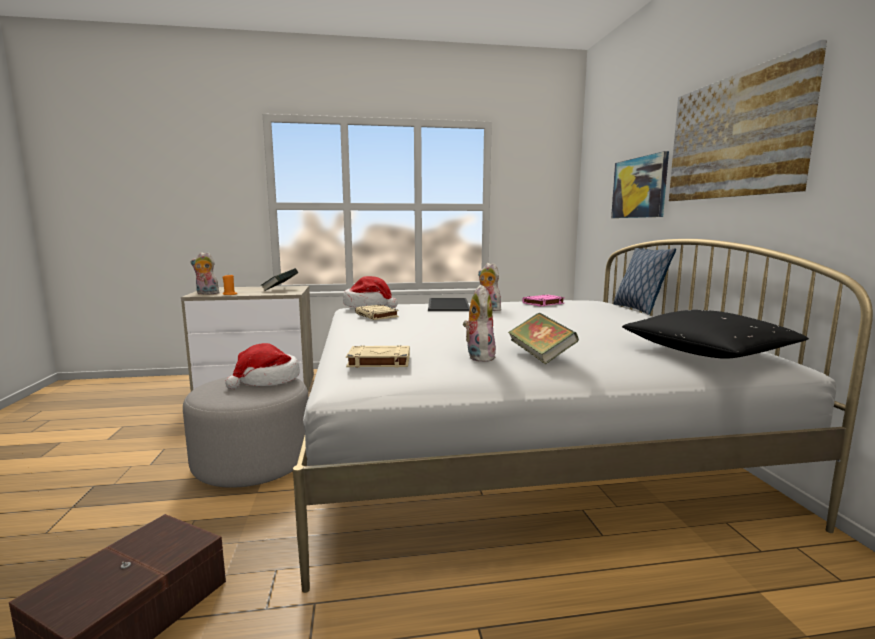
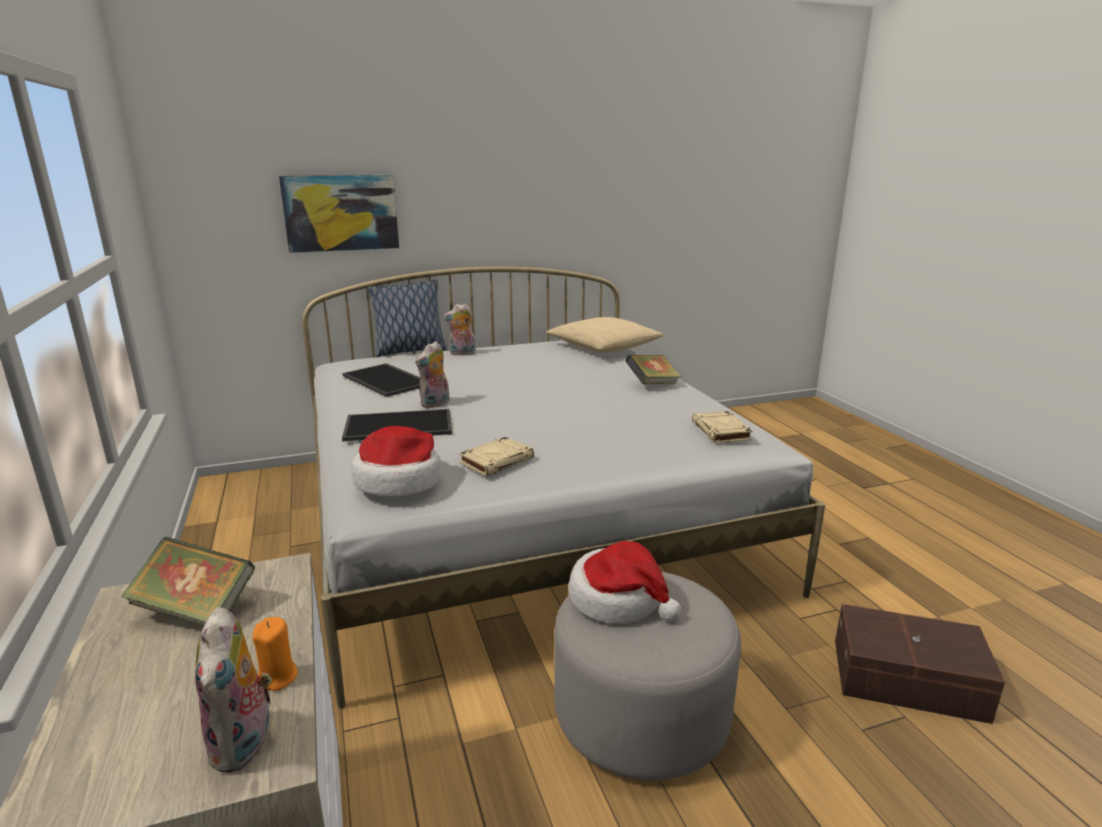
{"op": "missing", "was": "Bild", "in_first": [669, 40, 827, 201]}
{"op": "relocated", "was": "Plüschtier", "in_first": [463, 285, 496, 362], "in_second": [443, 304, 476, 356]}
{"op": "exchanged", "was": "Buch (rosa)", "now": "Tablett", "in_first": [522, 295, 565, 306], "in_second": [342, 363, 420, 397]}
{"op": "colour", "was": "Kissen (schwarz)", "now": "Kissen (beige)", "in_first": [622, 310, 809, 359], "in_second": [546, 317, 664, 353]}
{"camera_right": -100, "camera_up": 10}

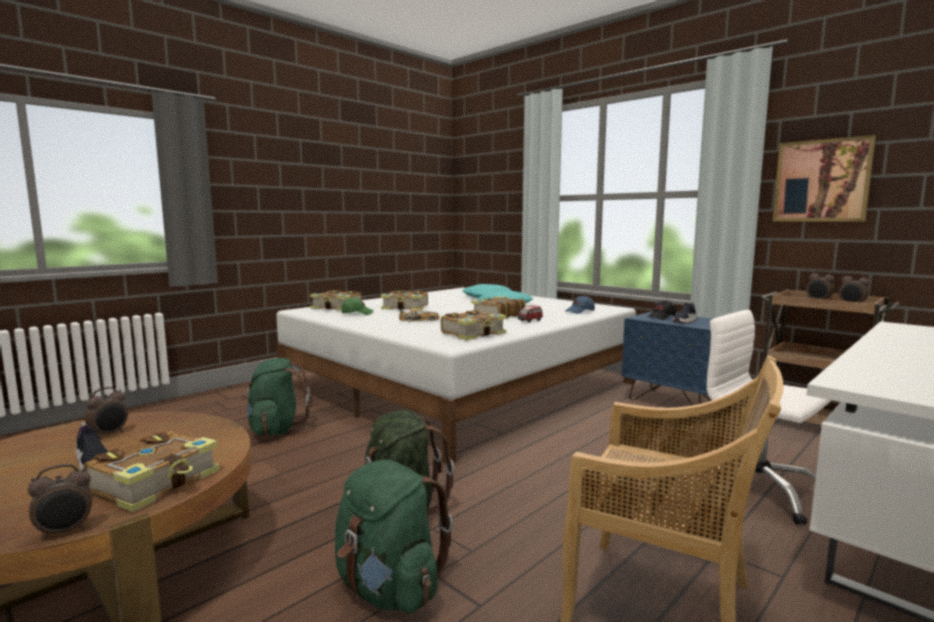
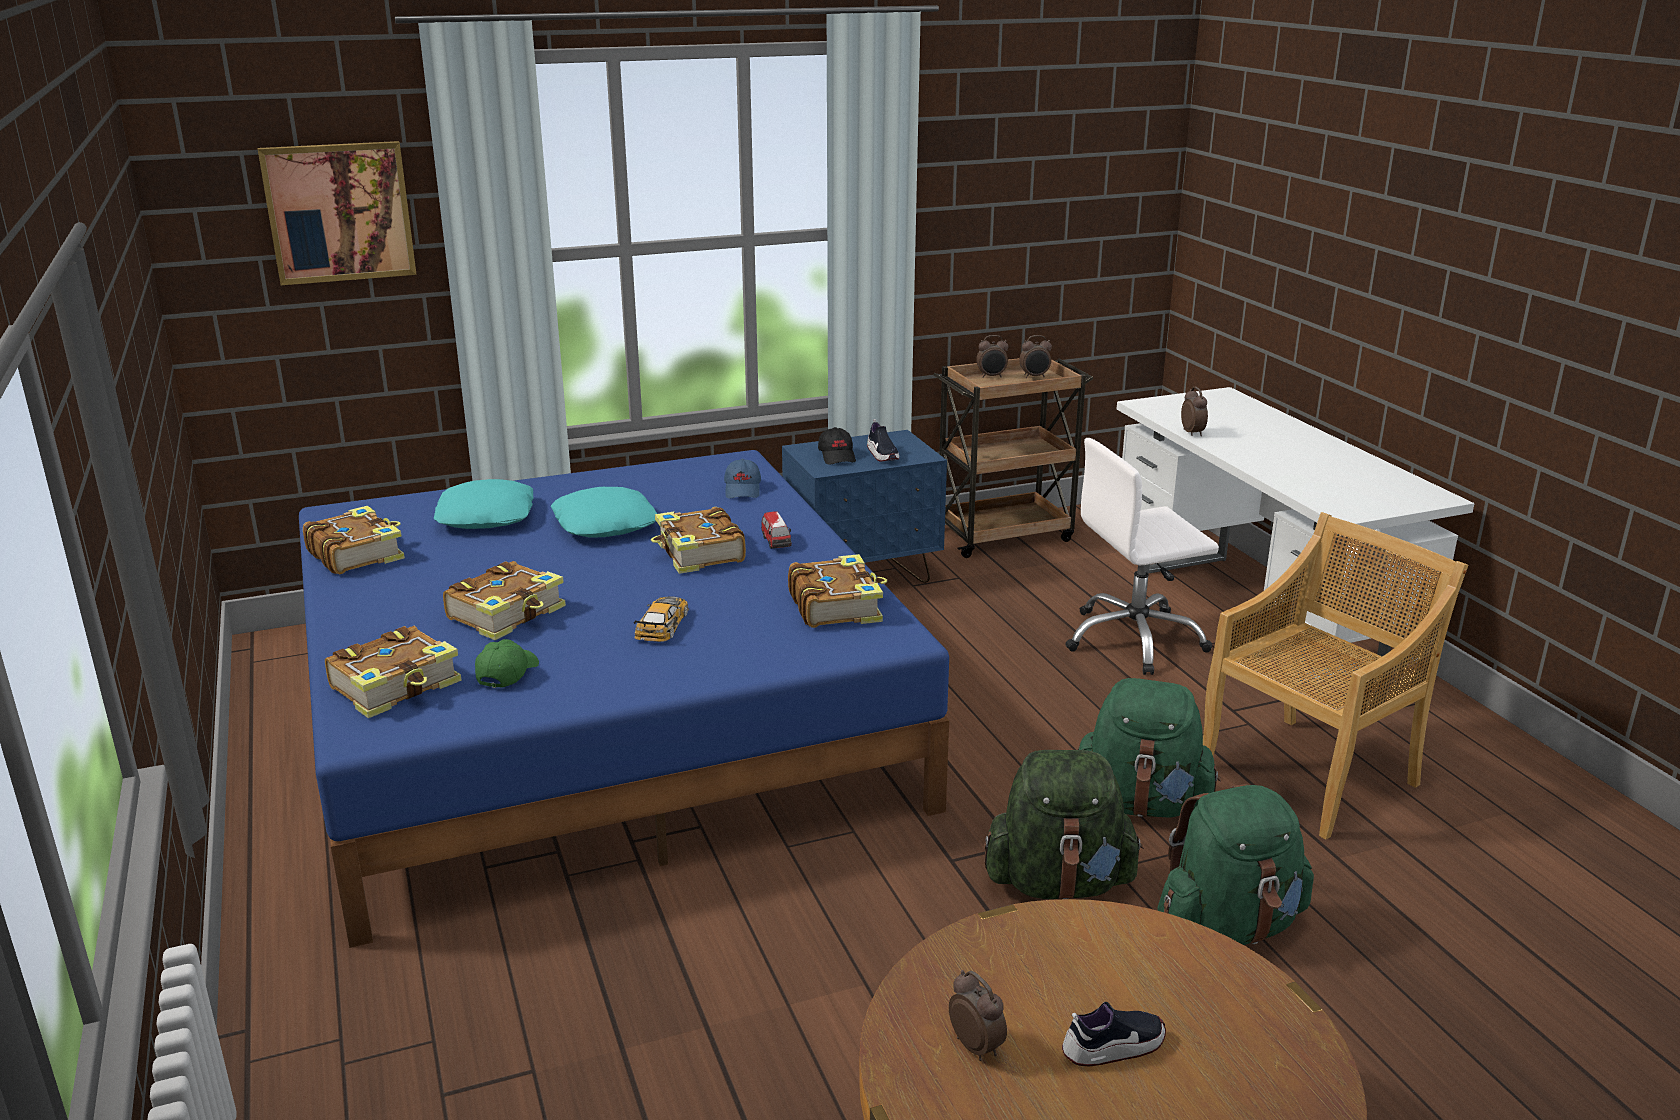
{"op": "relocated", "was": "Wecker", "in_first": [28, 464, 92, 540], "in_second": [1181, 387, 1208, 436]}
{"op": "relocated", "was": "Buch", "in_first": [83, 431, 220, 512], "in_second": [303, 506, 405, 574]}
{"op": "relocated", "was": "Rucksack (grün)", "in_first": [241, 358, 313, 435], "in_second": [1078, 678, 1221, 818]}
{"op": "relocated", "was": "Bild", "in_first": [773, 135, 876, 222], "in_second": [258, 141, 417, 285]}
{"op": "colour", "was": "Bett (weiß)", "now": "Bett (blau)", "in_first": [276, 288, 636, 464], "in_second": [299, 450, 949, 948]}
{"camera_right": -65, "camera_up": 15}

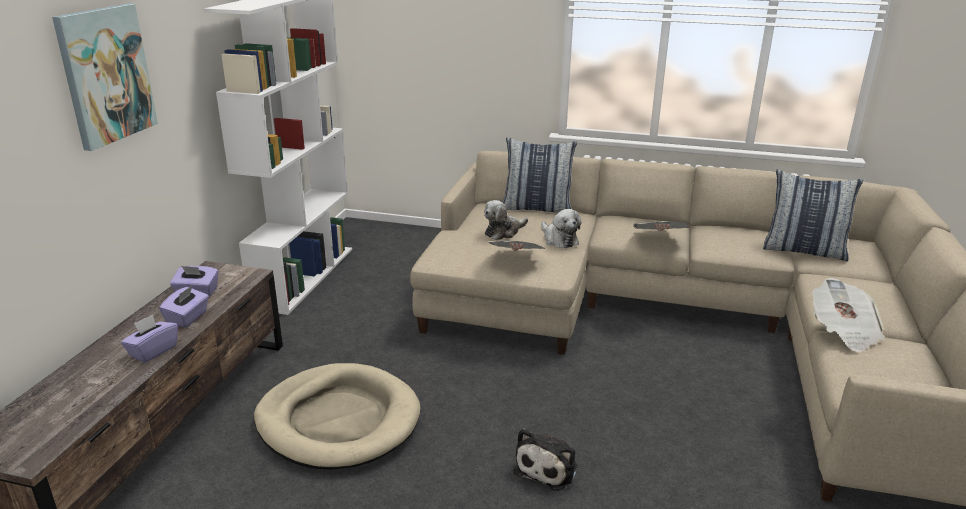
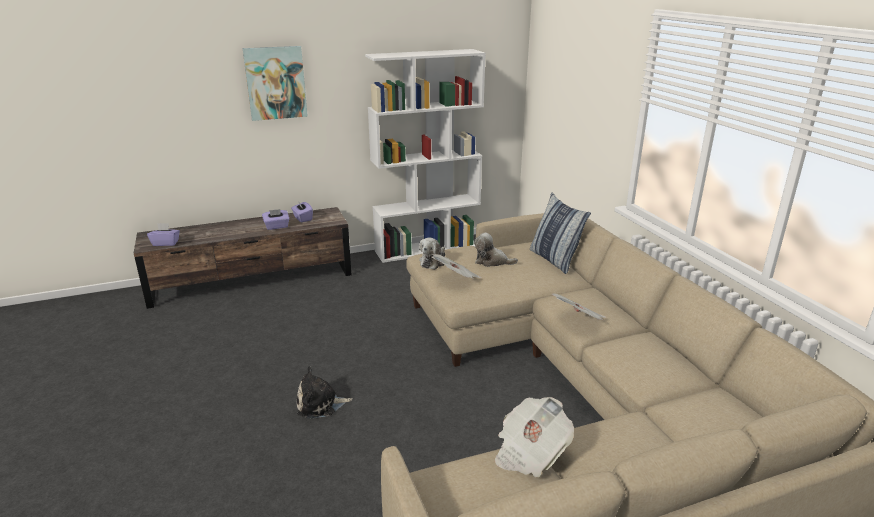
{"op": "missing", "was": "Hundebett (beige)", "in_first": [254, 363, 420, 470]}
{"op": "missing", "was": "Kissen", "in_first": [763, 169, 863, 261]}
{"op": "relocated", "was": "Taschentuchbox (lila)", "in_first": [121, 314, 178, 363], "in_second": [147, 223, 180, 246]}
{"op": "relocated", "was": "Plüschtier", "in_first": [541, 209, 581, 248], "in_second": [419, 238, 445, 270]}
{"camera_right": 55, "camera_up": 0}

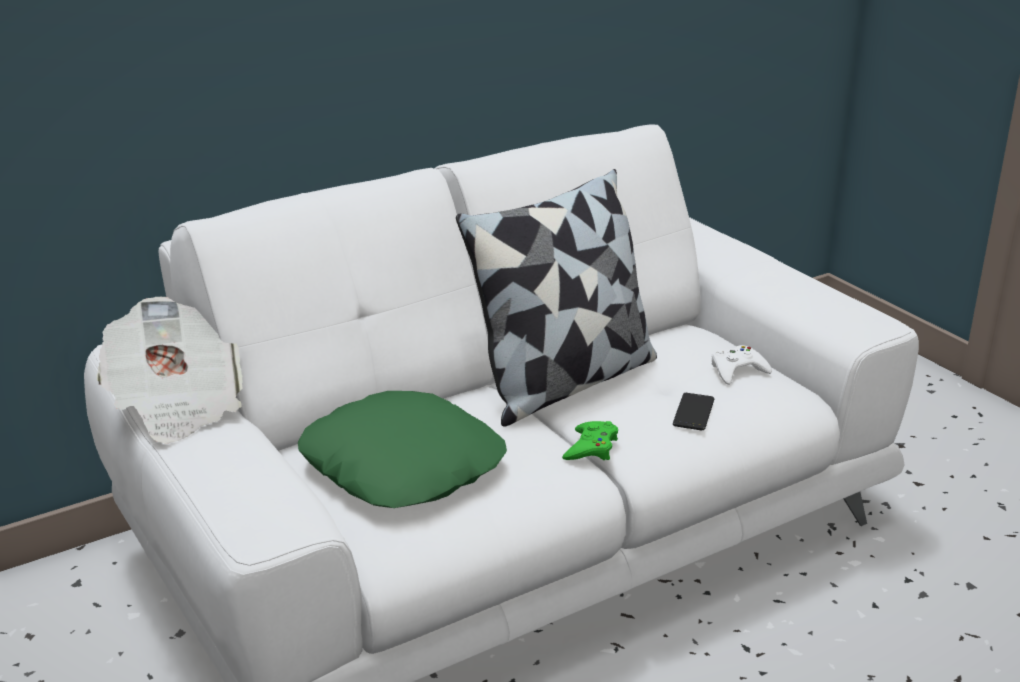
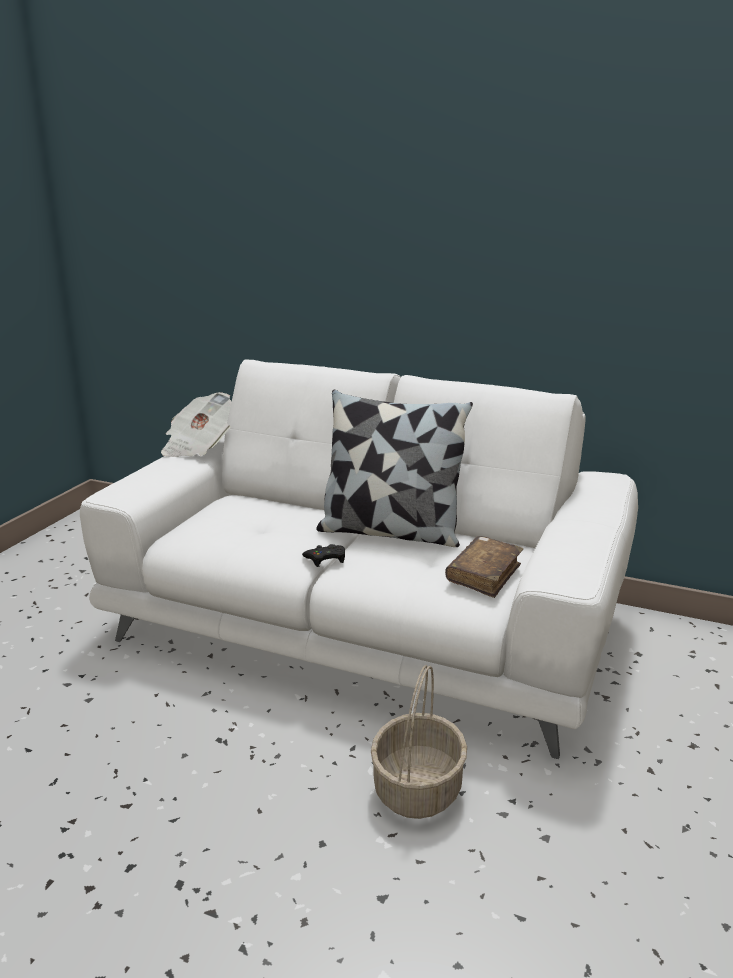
{"op": "missing", "was": "Kissen (grün)", "in_first": [298, 391, 507, 508]}
{"op": "missing", "was": "Handy", "in_first": [673, 393, 714, 431]}
{"op": "appeared", "now": "Korb", "in_second": [371, 665, 467, 819]}
{"op": "exchanged", "was": "Gamepad (weiß)", "now": "Buch (braun)", "in_first": [712, 345, 772, 385], "in_second": [445, 536, 523, 598]}
{"op": "colour", "was": "Gamepad (grün)", "now": "Gamepad (schwarz)", "in_first": [562, 421, 618, 460], "in_second": [302, 544, 345, 567]}
{"camera_right": 55, "camera_up": -5}

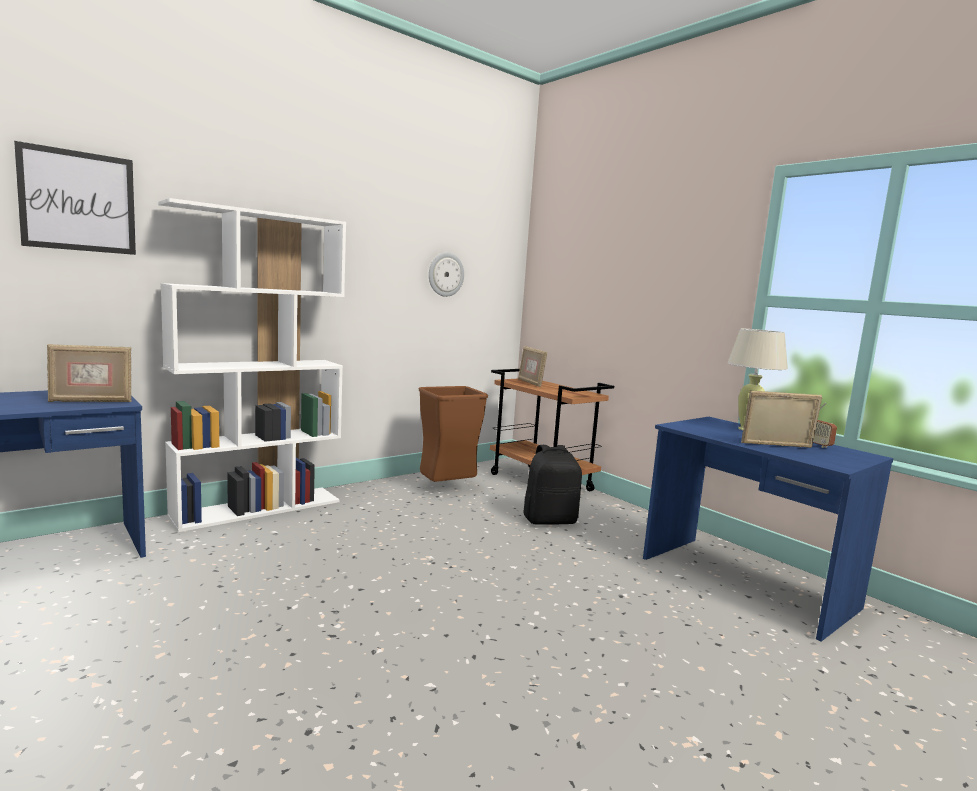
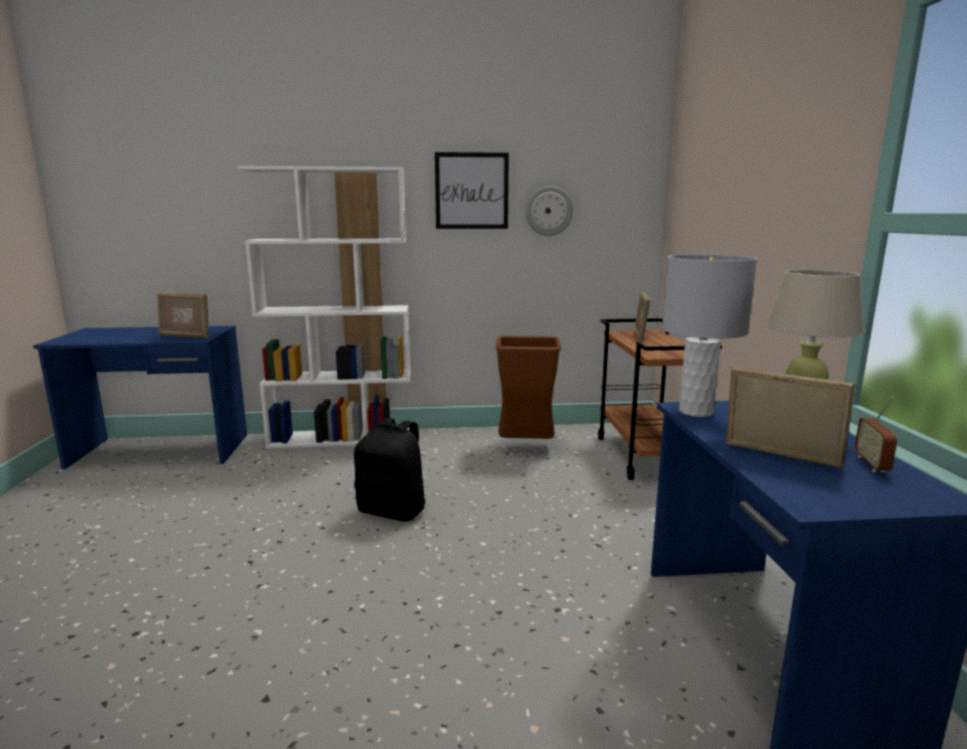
{"op": "appeared", "now": "Tischlampe (grau)", "in_second": [662, 254, 757, 417]}
{"op": "relocated", "was": "Bild", "in_first": [14, 141, 136, 255], "in_second": [435, 152, 509, 229]}
{"op": "relocated", "was": "Rucksack (schwarz)", "in_first": [523, 445, 582, 525], "in_second": [354, 418, 426, 521]}
{"camera_right": 35, "camera_up": 5}

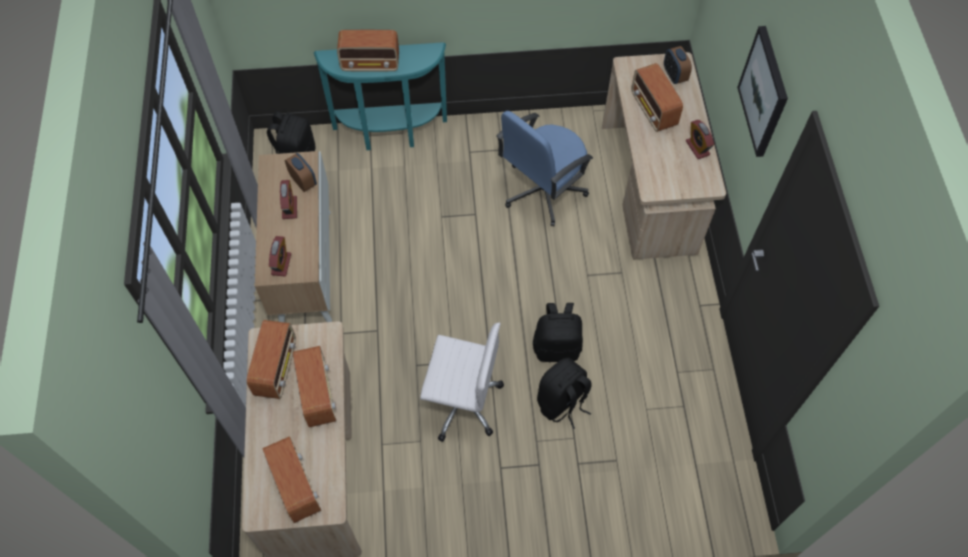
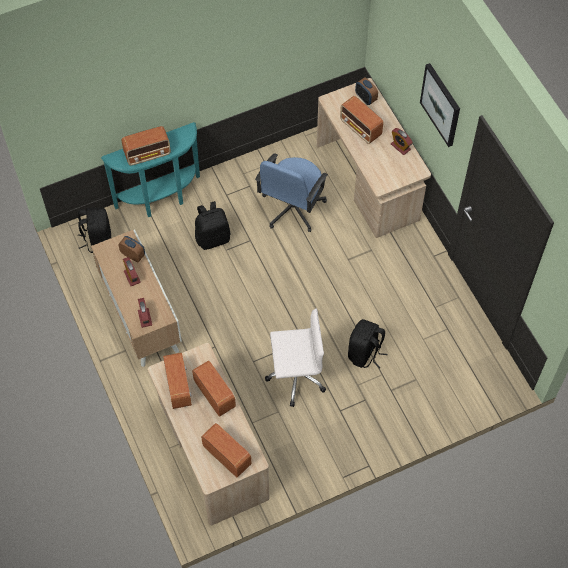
{"op": "relocated", "was": "Rucksack (schwarz)", "in_first": [533, 303, 583, 362], "in_second": [195, 201, 231, 250]}
{"camera_right": -20, "camera_up": 0}

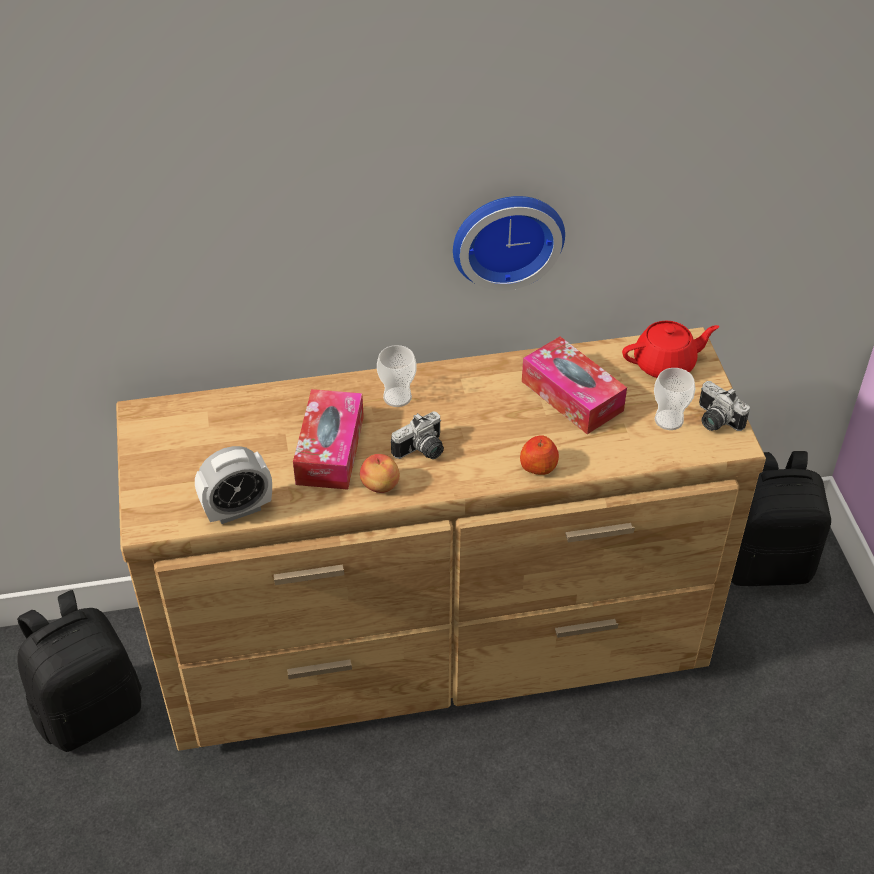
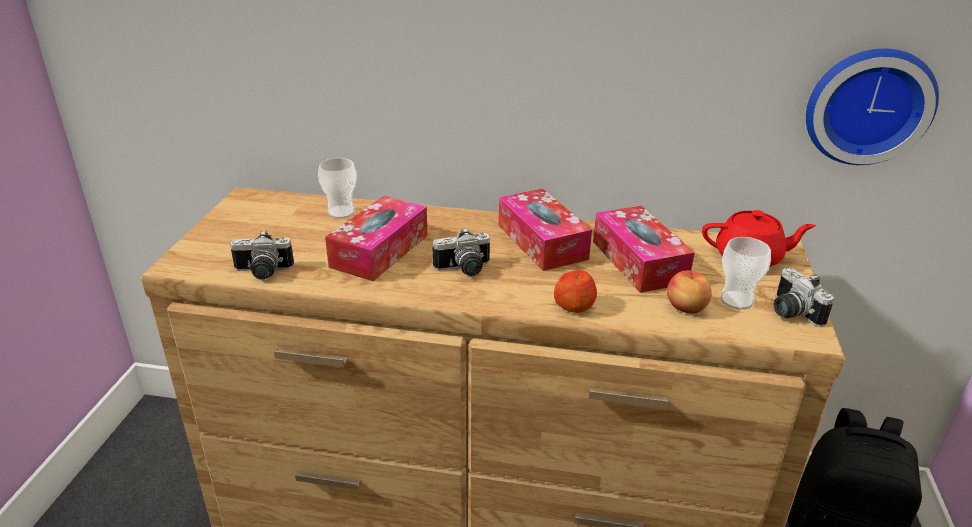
{"op": "missing", "was": "Rucksack (schwarz)", "in_first": [17, 590, 142, 752]}
{"op": "appeared", "now": "Taschentuchbox", "in_second": [498, 189, 592, 271]}
{"op": "relocated", "was": "Apfel", "in_first": [360, 454, 400, 493], "in_second": [667, 270, 712, 314]}
{"op": "relocated", "was": "Tasse", "in_first": [377, 345, 417, 407], "in_second": [318, 158, 357, 219]}
{"op": "relocated", "was": "Wanduhr", "in_first": [453, 196, 565, 291], "in_second": [806, 49, 939, 165]}
{"op": "exchanged", "was": "Wecker", "now": "Kamera", "in_first": [195, 446, 272, 524], "in_second": [230, 230, 294, 280]}
{"camera_right": 20, "camera_up": -15}

